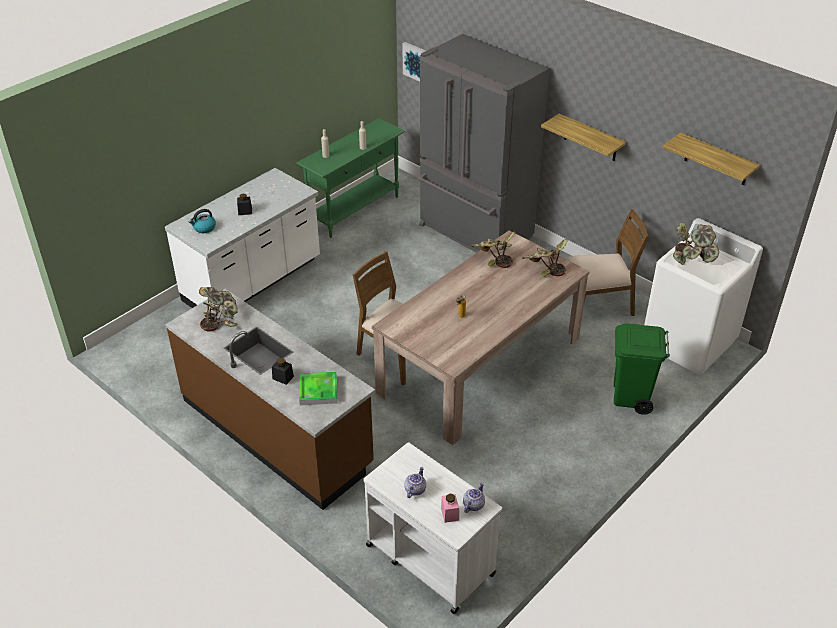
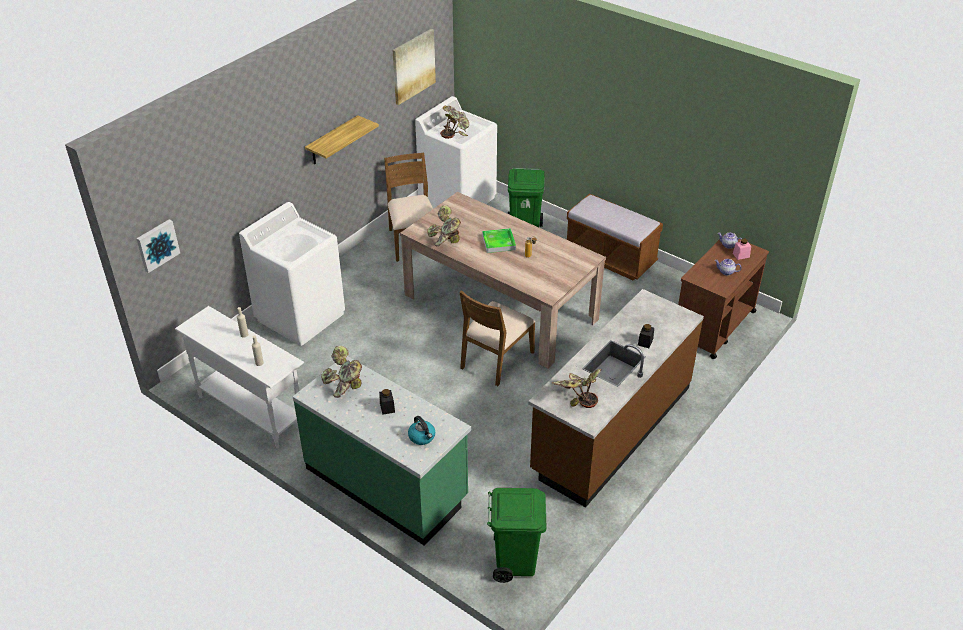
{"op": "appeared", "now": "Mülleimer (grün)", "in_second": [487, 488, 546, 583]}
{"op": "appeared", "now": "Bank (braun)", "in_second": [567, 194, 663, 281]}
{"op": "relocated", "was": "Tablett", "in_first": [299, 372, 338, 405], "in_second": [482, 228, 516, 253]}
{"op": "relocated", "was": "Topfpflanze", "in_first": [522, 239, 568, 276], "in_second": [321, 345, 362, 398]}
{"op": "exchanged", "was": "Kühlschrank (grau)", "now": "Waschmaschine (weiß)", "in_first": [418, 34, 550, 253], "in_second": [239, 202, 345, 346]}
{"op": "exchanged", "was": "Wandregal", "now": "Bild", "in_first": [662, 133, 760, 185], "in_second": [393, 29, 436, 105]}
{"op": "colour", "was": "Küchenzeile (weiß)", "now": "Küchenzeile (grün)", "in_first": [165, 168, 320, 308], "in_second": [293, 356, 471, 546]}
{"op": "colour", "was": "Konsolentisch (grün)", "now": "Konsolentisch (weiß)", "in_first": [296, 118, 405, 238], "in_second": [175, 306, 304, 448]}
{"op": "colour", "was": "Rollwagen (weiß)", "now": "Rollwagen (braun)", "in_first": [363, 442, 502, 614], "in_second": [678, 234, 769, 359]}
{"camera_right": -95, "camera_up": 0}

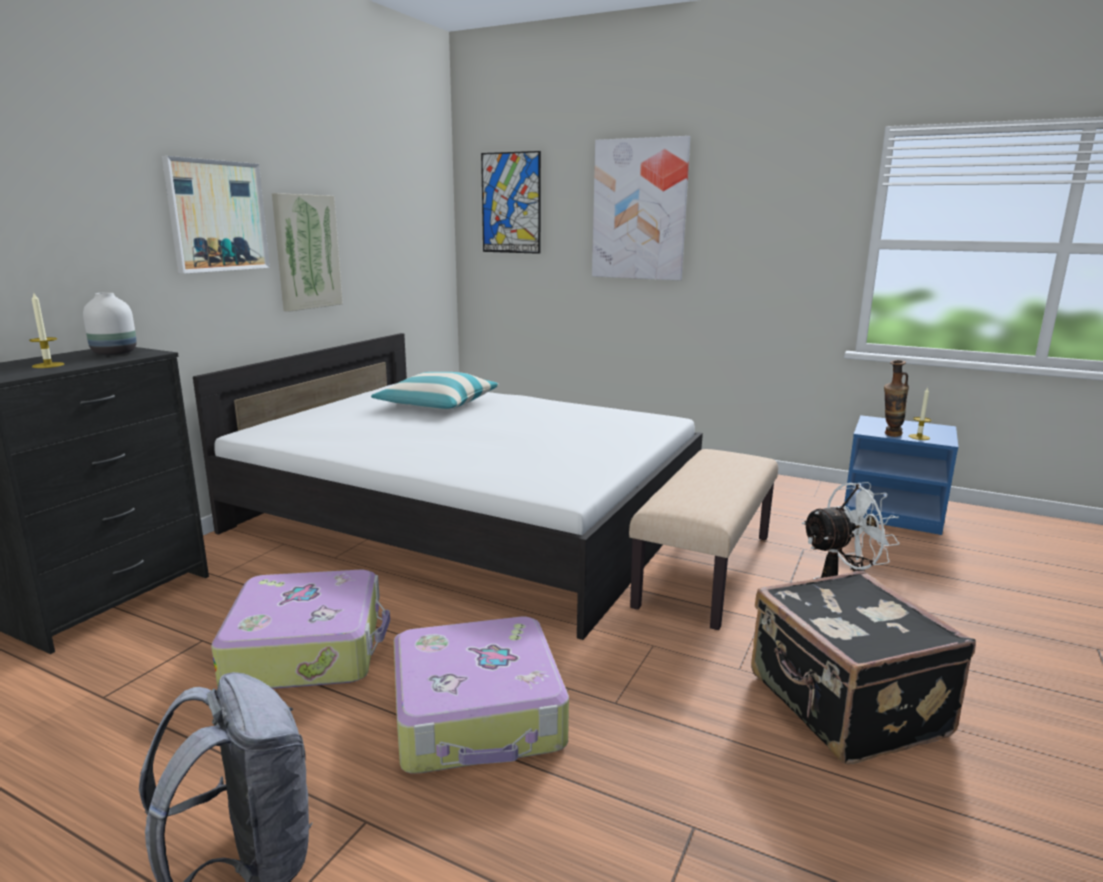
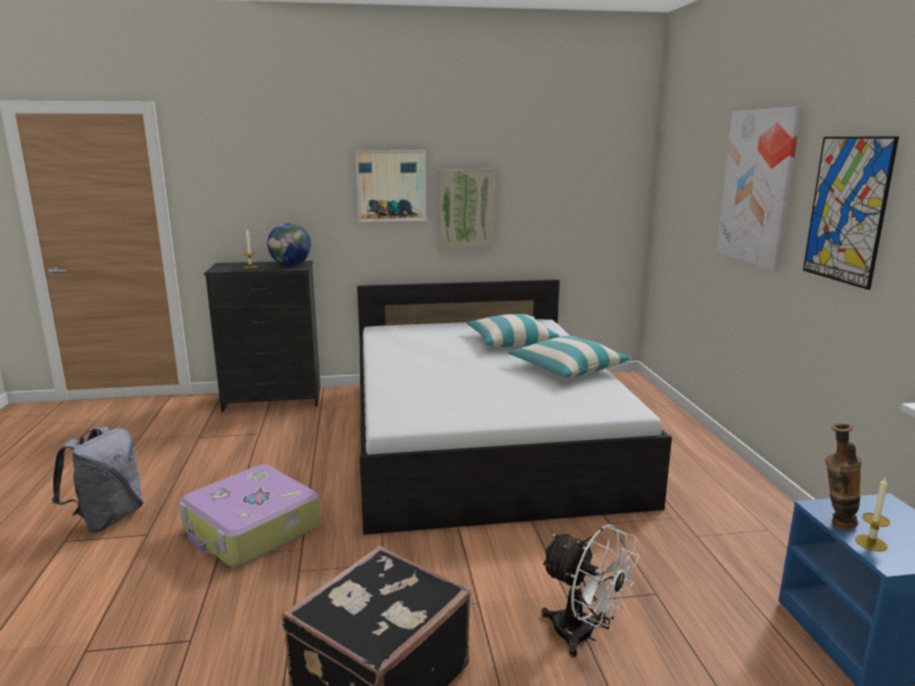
{"op": "missing", "was": "Koffer", "in_first": [211, 570, 390, 689]}
{"op": "missing", "was": "Bank (beige)", "in_first": [629, 449, 778, 630]}
{"op": "appeared", "now": "Kissen", "in_second": [508, 336, 631, 378]}
{"op": "relocated", "was": "Bild", "in_first": [481, 151, 541, 254], "in_second": [803, 136, 899, 290]}
{"op": "exchanged", "was": "Vase (weiß)", "now": "Globus", "in_first": [83, 292, 137, 355], "in_second": [267, 223, 311, 266]}
{"camera_right": 55, "camera_up": 0}

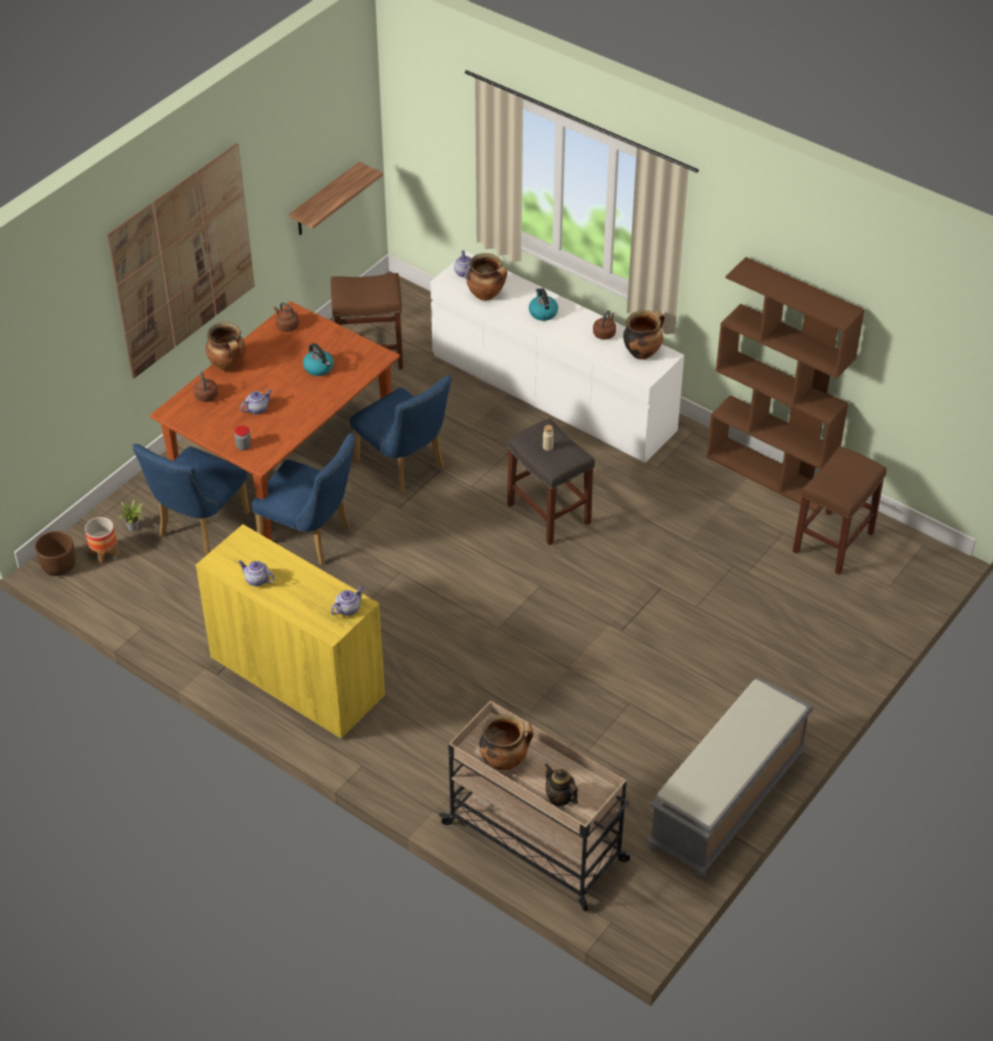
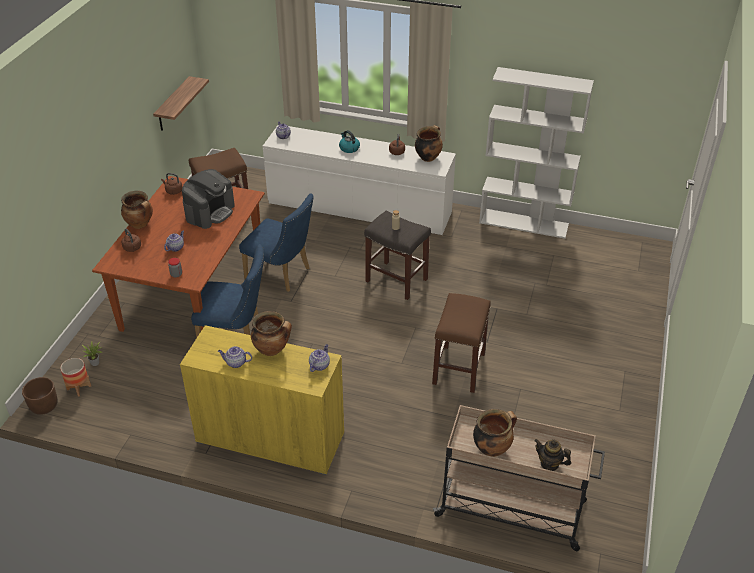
{"op": "missing", "was": "Bild", "in_first": [107, 143, 255, 378]}
{"op": "missing", "was": "Stuhl (blau)", "in_first": [132, 444, 250, 555]}
{"op": "missing", "was": "Bank (grau)", "in_first": [646, 677, 814, 879]}
{"op": "relocated", "was": "Kochtopf", "in_first": [466, 253, 507, 301], "in_second": [251, 311, 292, 356]}
{"op": "relocated", "was": "Hocker (braun)", "in_first": [793, 446, 887, 575], "in_second": [432, 293, 491, 393]}
{"op": "exchanged", "was": "Wasserkessel", "now": "Kaffeemaschine", "in_first": [303, 343, 334, 376], "in_second": [182, 169, 235, 229]}
{"op": "colour", "was": "Bücherregal (braun)", "now": "Bücherregal (weiß)", "in_first": [706, 257, 865, 511], "in_second": [479, 67, 594, 239]}
{"camera_right": -20, "camera_up": -5}

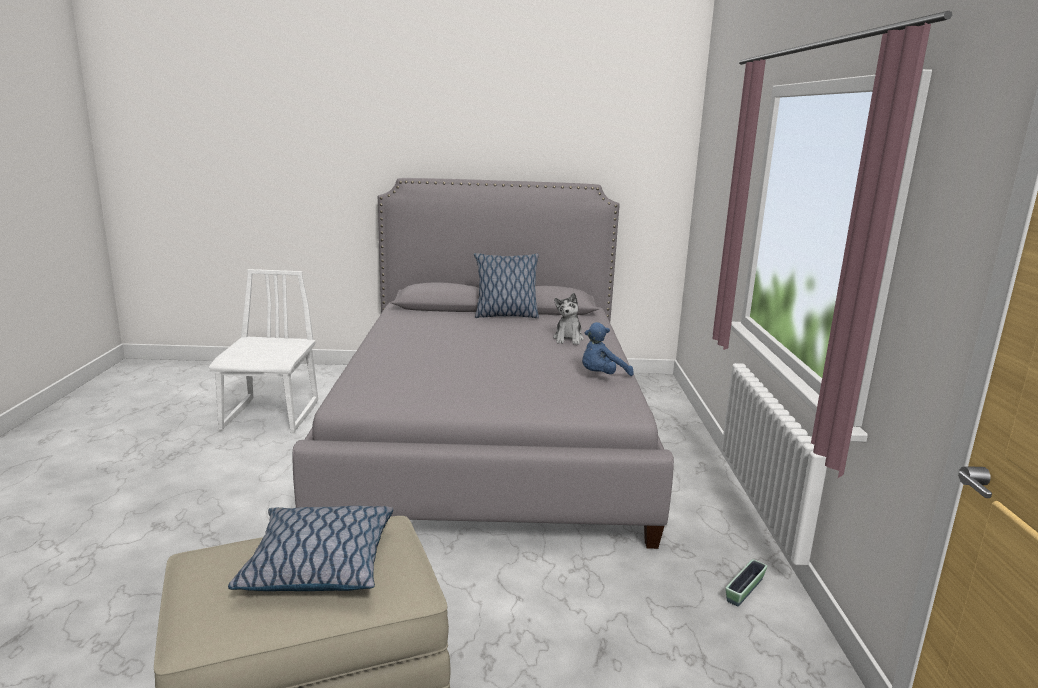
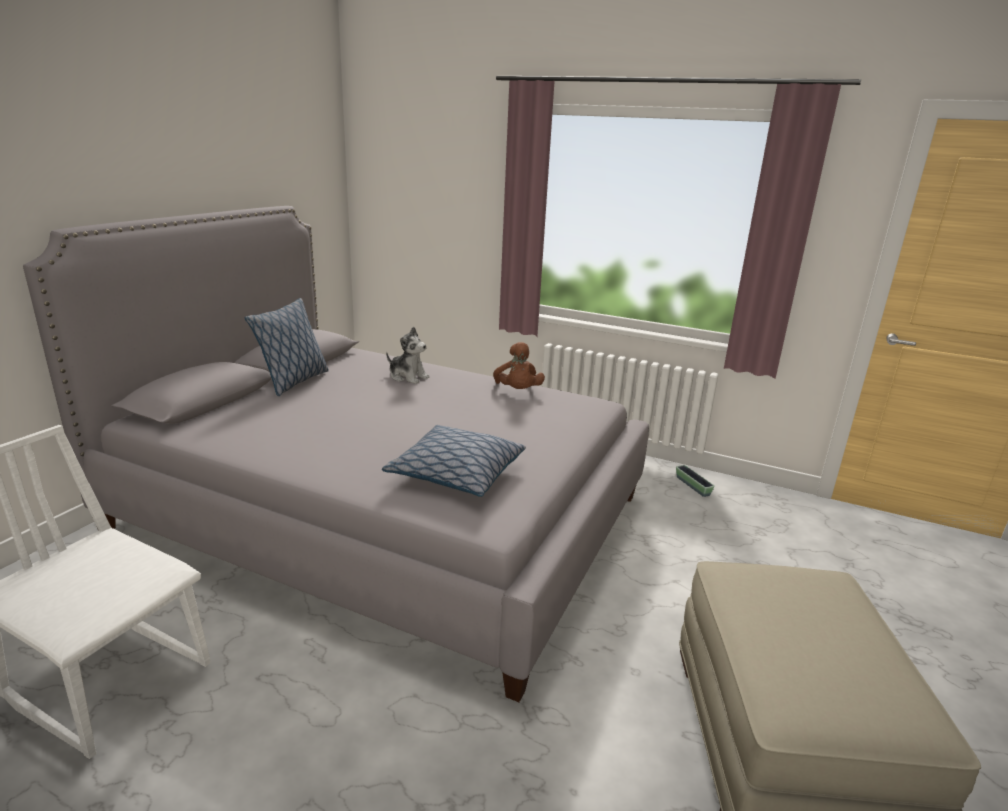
{"op": "relocated", "was": "Kissen", "in_first": [228, 506, 393, 591], "in_second": [382, 425, 526, 497]}
{"op": "colour", "was": "Plüschtier (blau)", "now": "Plüschtier (braun)", "in_first": [582, 322, 634, 376], "in_second": [493, 342, 545, 389]}
{"camera_right": -65, "camera_up": 5}

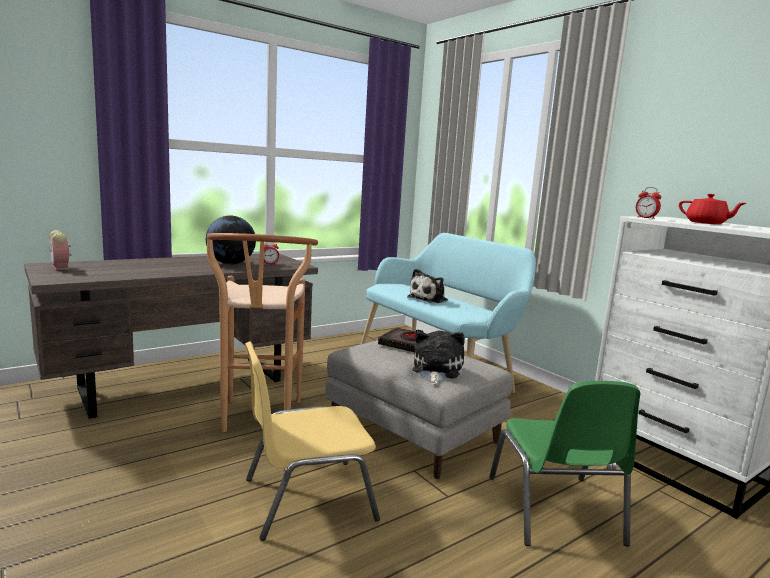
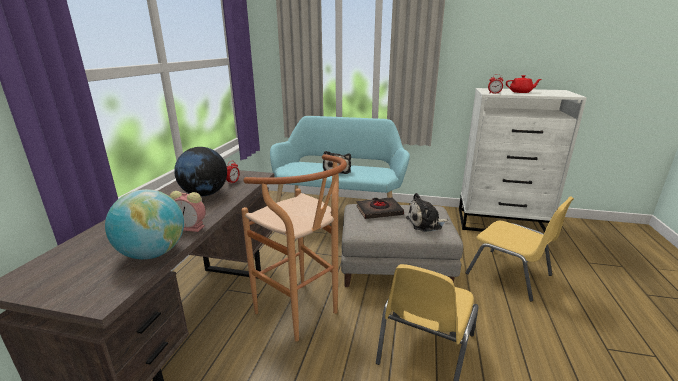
{"op": "appeared", "now": "Globus", "in_second": [105, 189, 184, 259]}
{"op": "relocated", "was": "Wecker", "in_first": [49, 230, 71, 271], "in_second": [169, 191, 206, 232]}
{"op": "colour", "was": "Stuhl (grün)", "now": "Stuhl (gelb)", "in_first": [489, 381, 640, 546], "in_second": [466, 196, 574, 302]}
{"op": "spun", "was": "Plüschtier", "in_first": [413, 331, 465, 384], "in_second": [406, 193, 449, 232], "clockwise": -75}
{"camera_right": -40, "camera_up": 10}

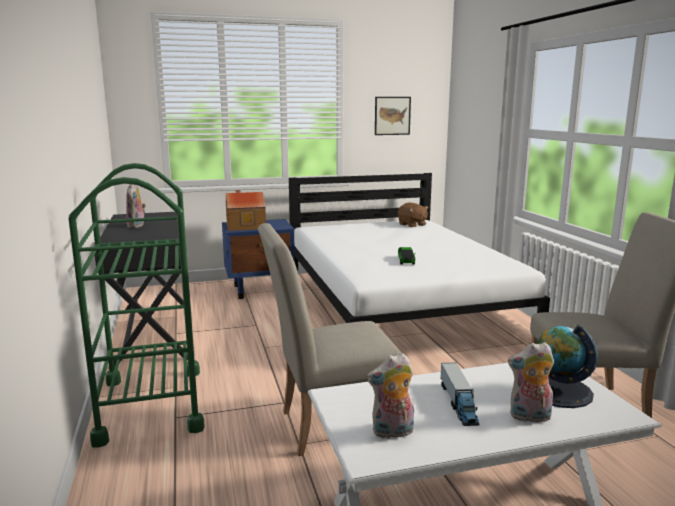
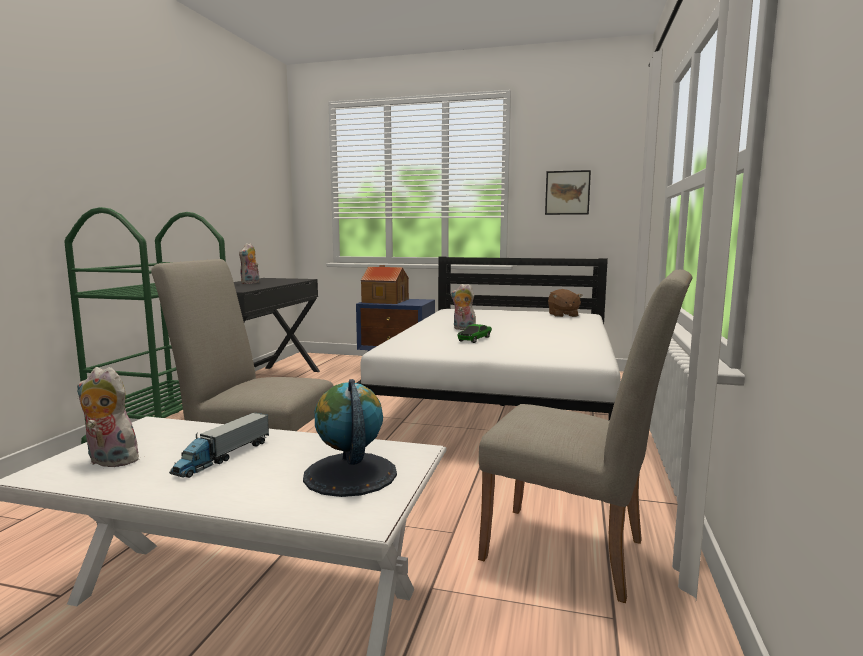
{"op": "relocated", "was": "Plüschtier", "in_first": [508, 342, 554, 422], "in_second": [451, 284, 476, 330]}
{"camera_right": 30, "camera_up": -5}

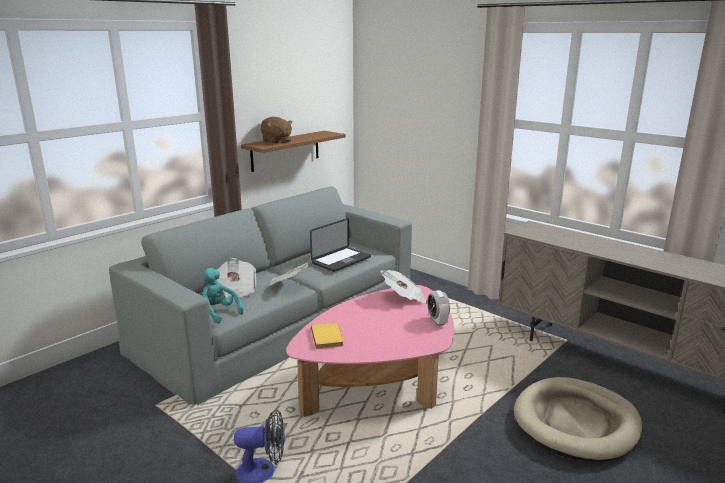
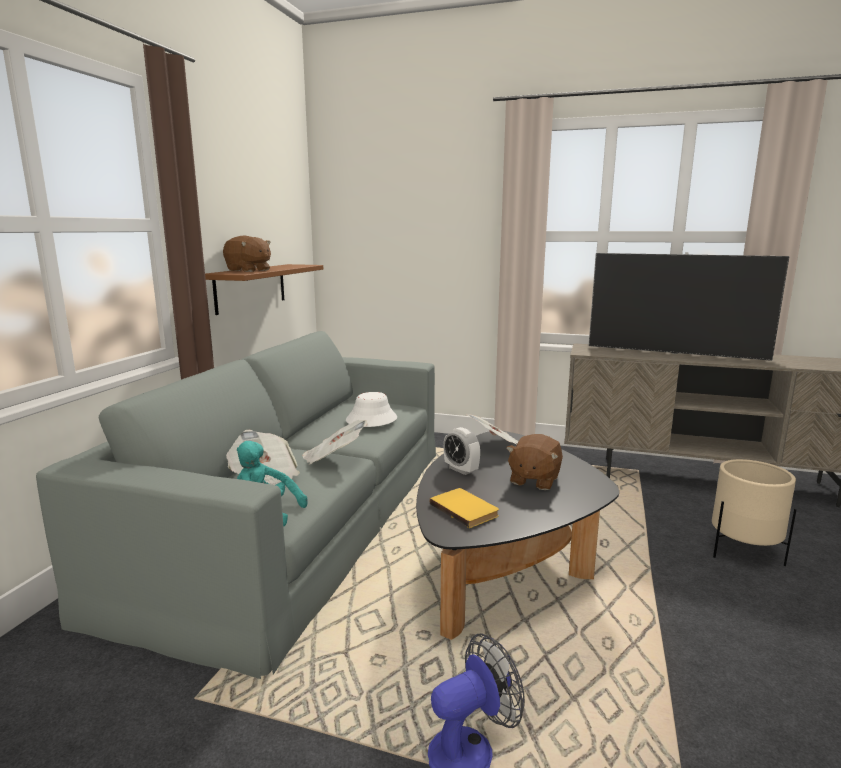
{"op": "appeared", "now": "Plüschtier (braun)", "in_second": [506, 434, 563, 490]}
{"op": "appeared", "now": "Fernseher", "in_second": [589, 252, 790, 361]}
{"op": "relocated", "was": "Wecker", "in_first": [427, 290, 450, 326], "in_second": [444, 427, 480, 475]}
{"op": "exchanged", "was": "Laptop", "now": "Hut (weiß)", "in_first": [310, 218, 371, 272], "in_second": [346, 392, 397, 427]}
{"op": "exchanged", "was": "Hundebett (beige)", "now": "Pflanzkübel (beige)", "in_first": [514, 377, 642, 462], "in_second": [712, 459, 797, 566]}
{"op": "colour", "was": "Couchtisch (rosa)", "now": "Couchtisch (schwarz)", "in_first": [286, 285, 454, 417], "in_second": [416, 431, 619, 640]}
{"camera_right": -25, "camera_up": -5}

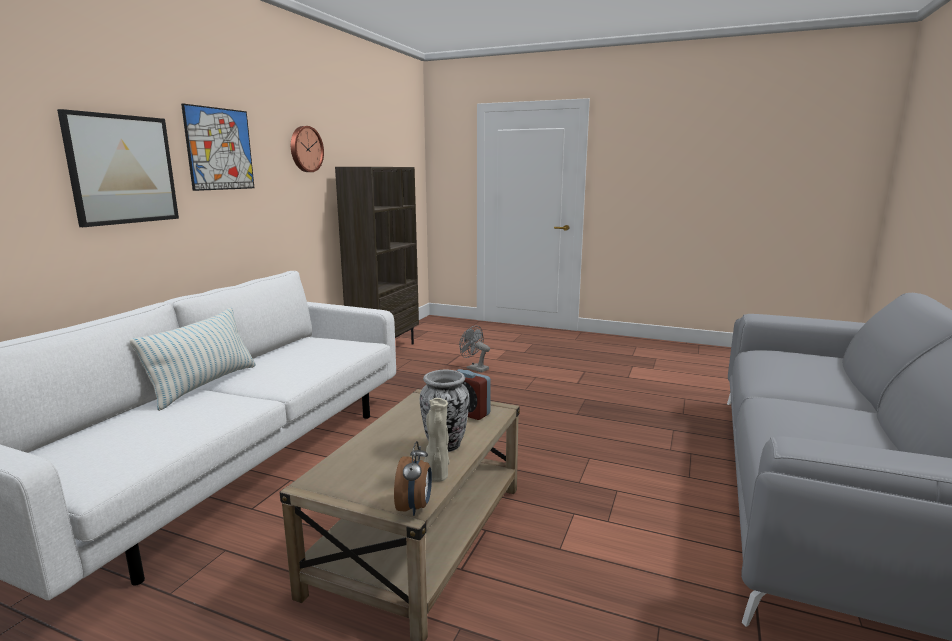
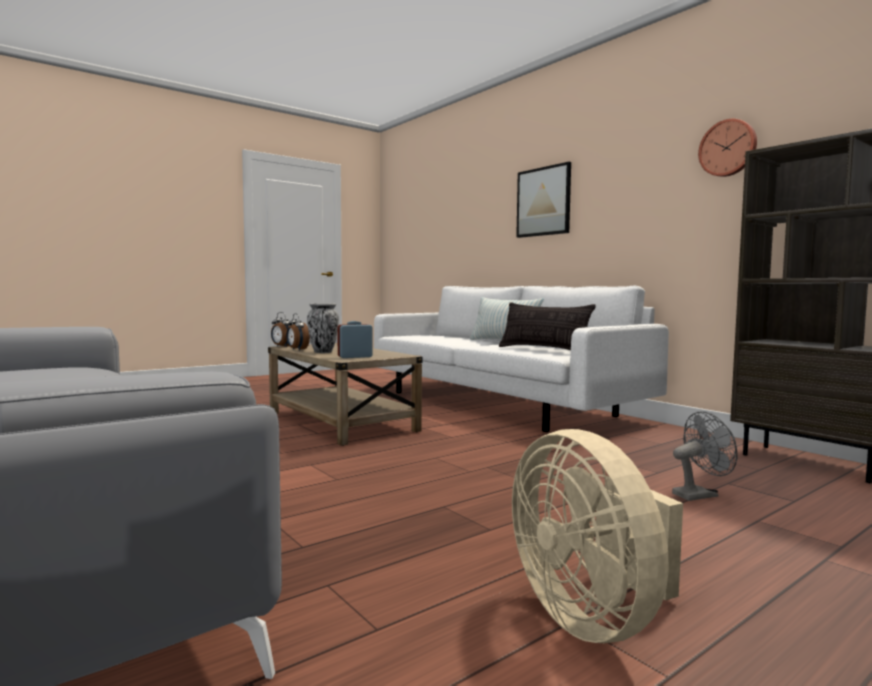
{"op": "missing", "was": "Bild", "in_first": [181, 103, 254, 191]}
{"op": "appeared", "now": "Kissen", "in_second": [499, 302, 596, 350]}
{"op": "appeared", "now": "Ventilator (beige)", "in_second": [512, 429, 683, 643]}
{"op": "exchanged", "was": "Vase (beige)", "now": "Wecker", "in_first": [424, 398, 450, 482], "in_second": [286, 313, 310, 350]}
{"camera_right": 120, "camera_up": -10}

